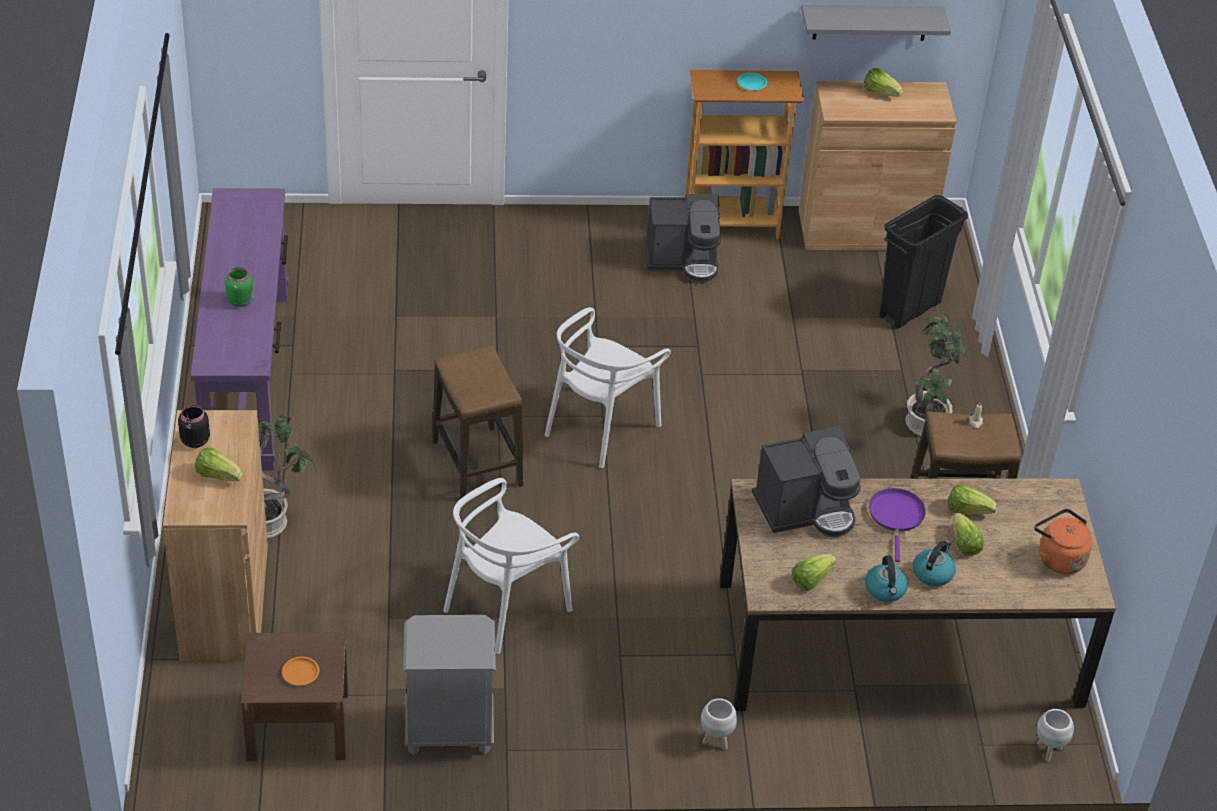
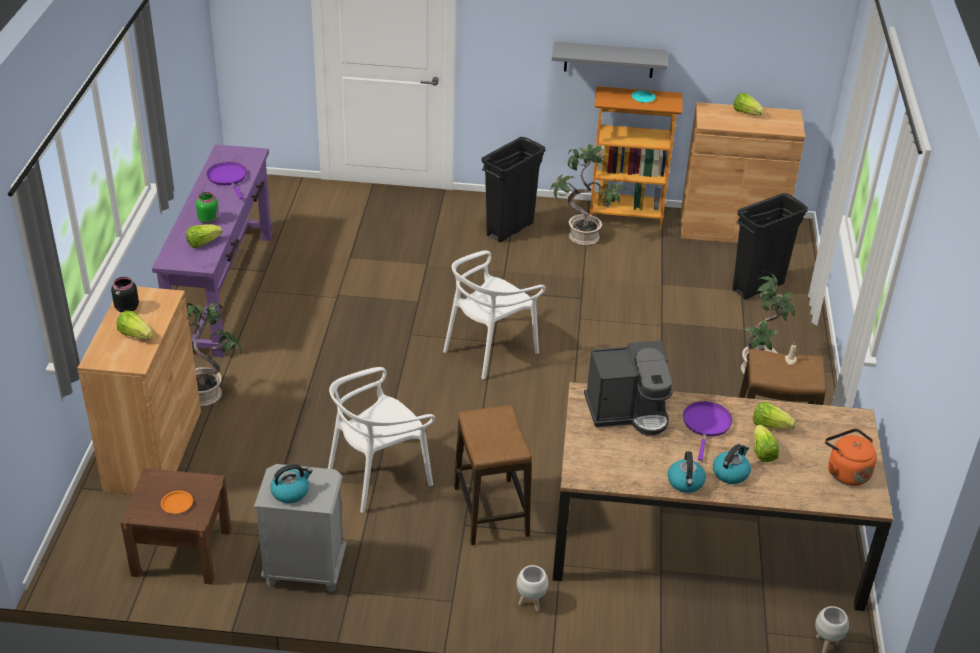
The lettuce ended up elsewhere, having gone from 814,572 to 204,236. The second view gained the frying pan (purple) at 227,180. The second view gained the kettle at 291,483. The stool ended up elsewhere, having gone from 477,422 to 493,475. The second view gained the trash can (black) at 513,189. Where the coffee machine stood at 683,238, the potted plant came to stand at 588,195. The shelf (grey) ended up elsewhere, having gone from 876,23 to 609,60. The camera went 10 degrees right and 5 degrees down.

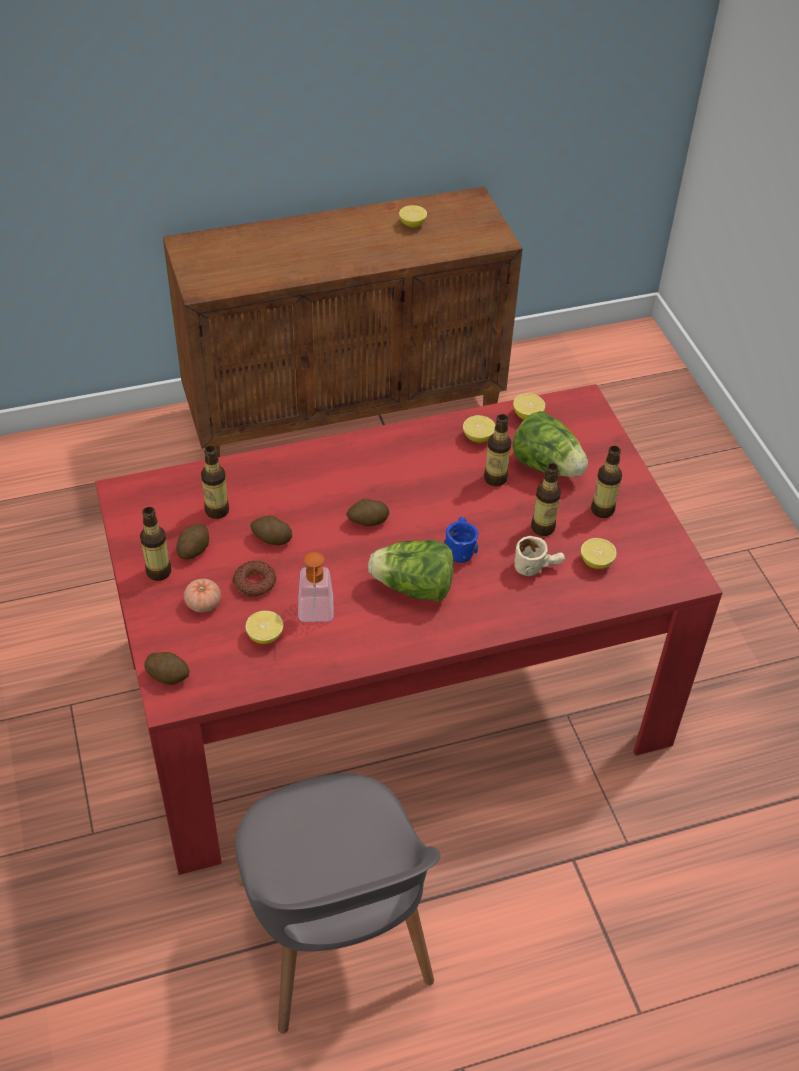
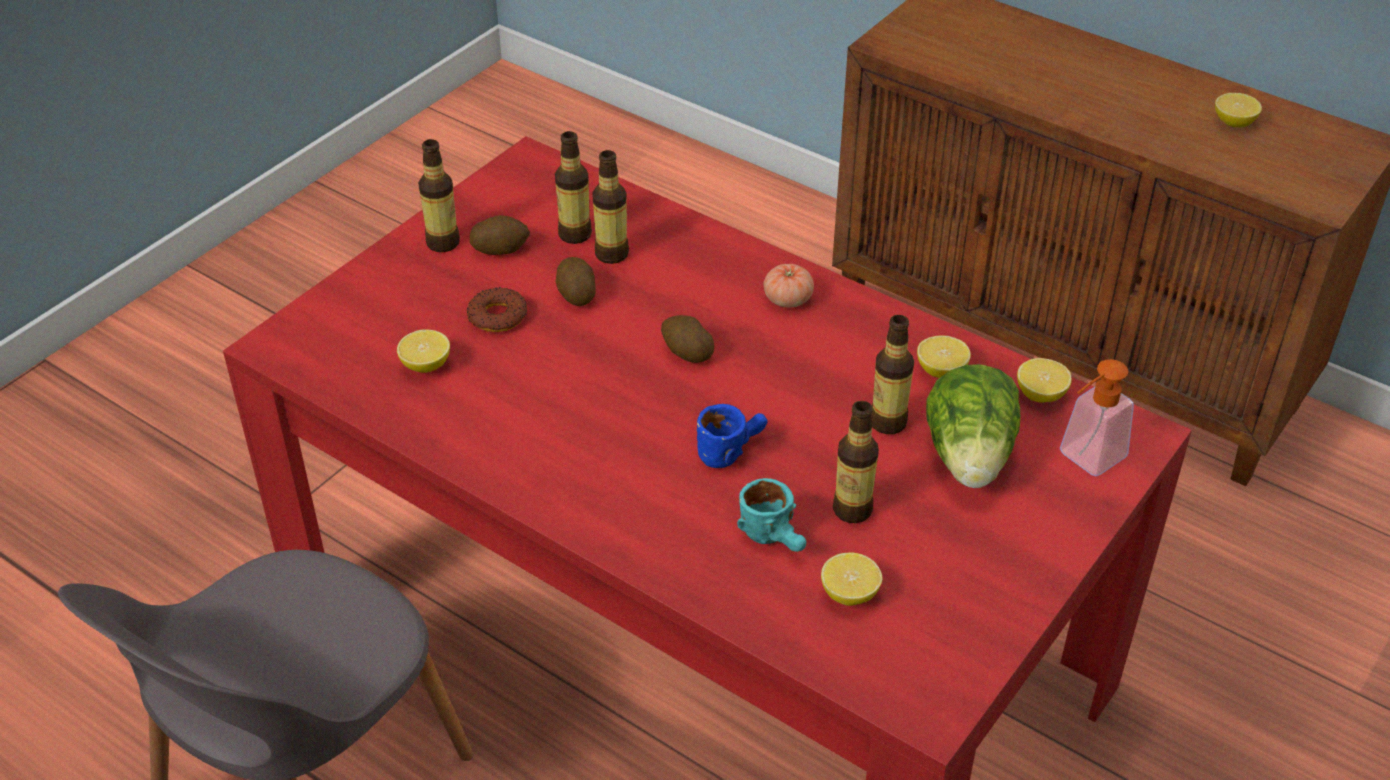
The bottle ended up elsewhere, having gone from 606,482 to 610,207. What was the mug (beige) at 539,556 turned into the mug (turquoise) at 771,515. The tomato ended up elsewhere, having gone from 202,595 to 788,286. The soap dispenser ended up elsewhere, having gone from 315,587 to 1097,417. The second view lost the potato at 167,668. The second view lost the lettuce at 411,571. The camera went 55 degrees right and 5 degrees down.

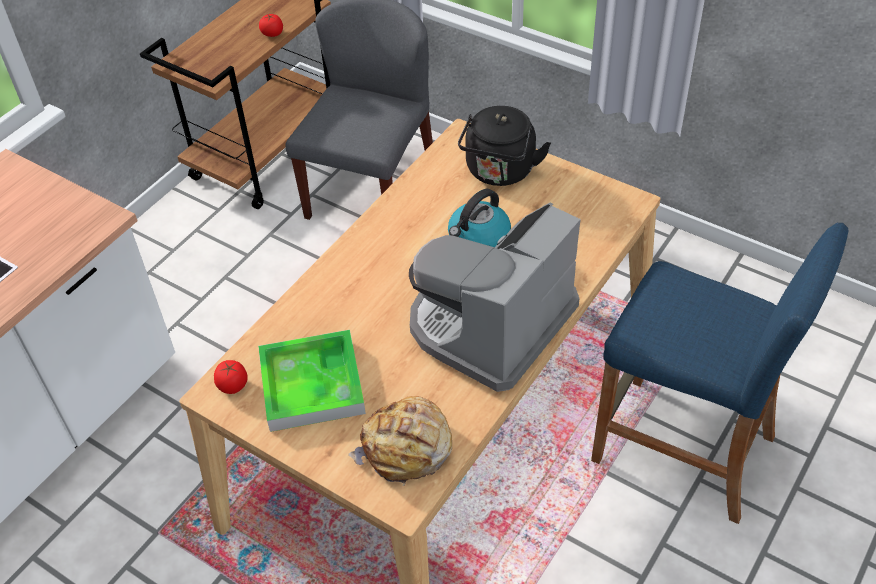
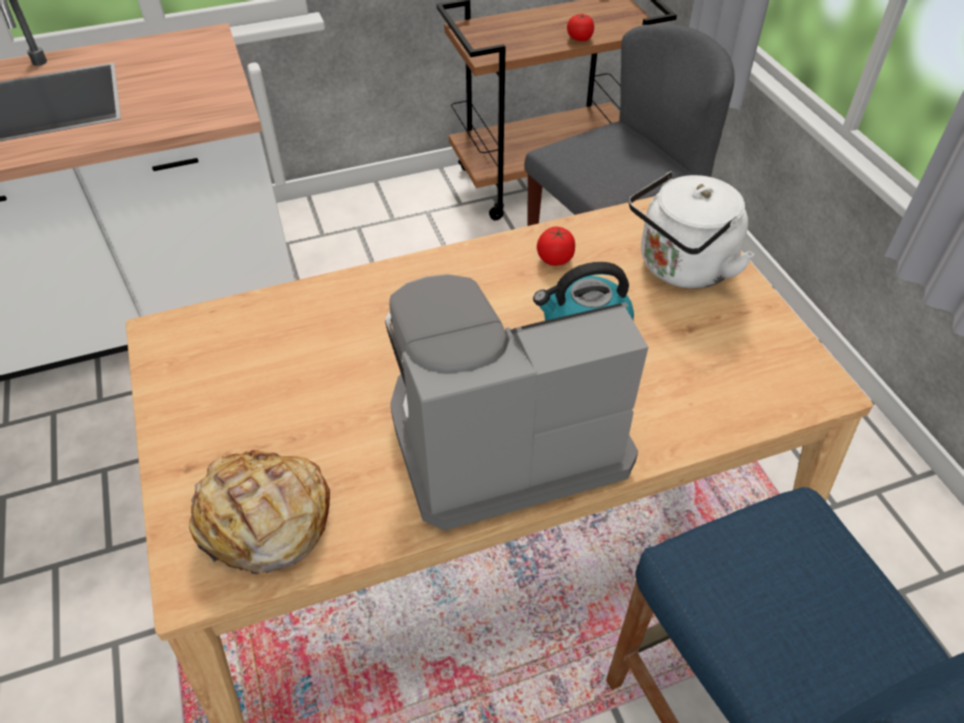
The tomato ended up elsewhere, having gone from 231,377 to 556,246. What was the kettle (black) at 504,146 turned into the kettle (white) at 691,230. The second view lost the tray at 312,381. The camera went 35 degrees right and 0 degrees up.

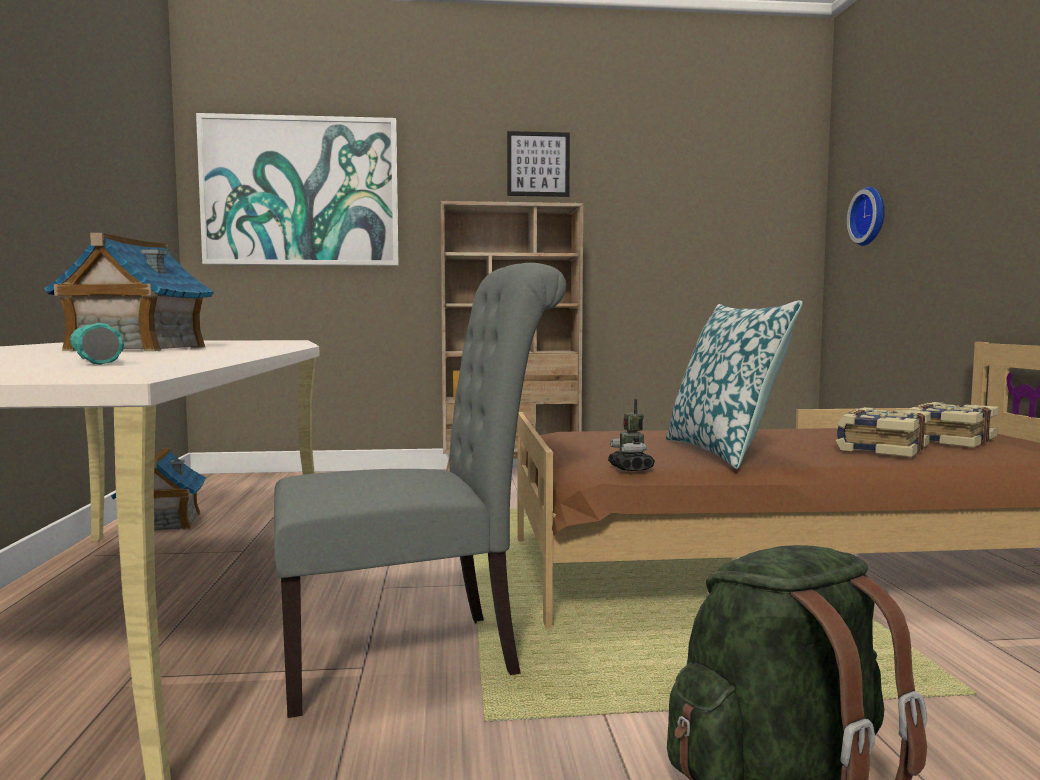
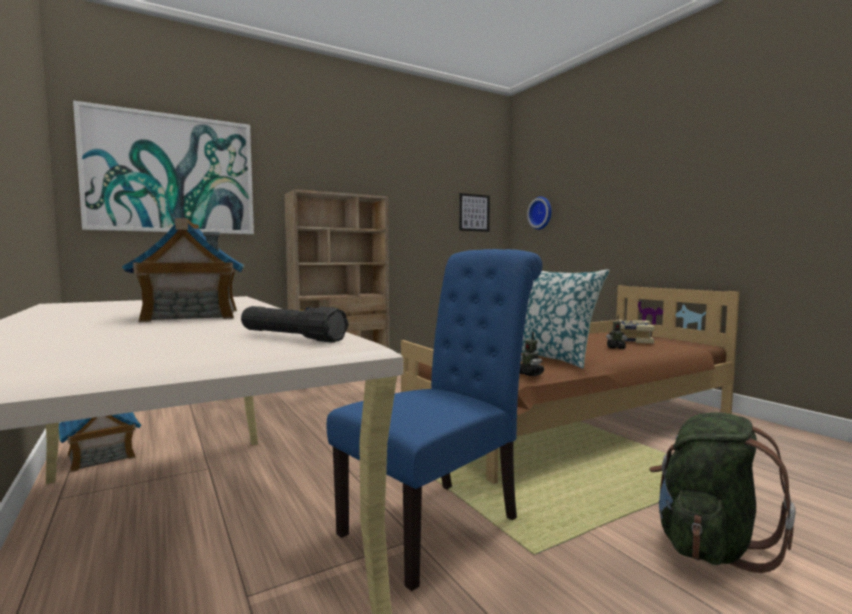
What was the flashlight (turquoise) at 97,344 turned into the flashlight (black) at 295,324. What was the chair (grey) at 420,490 turned into the chair (blue) at 435,420. The picture ended up elsewhere, having gone from 538,164 to 474,212. Where the book stood at 883,432, the toy robot came to stand at 617,332. The camera went 25 degrees left and 0 degrees up.

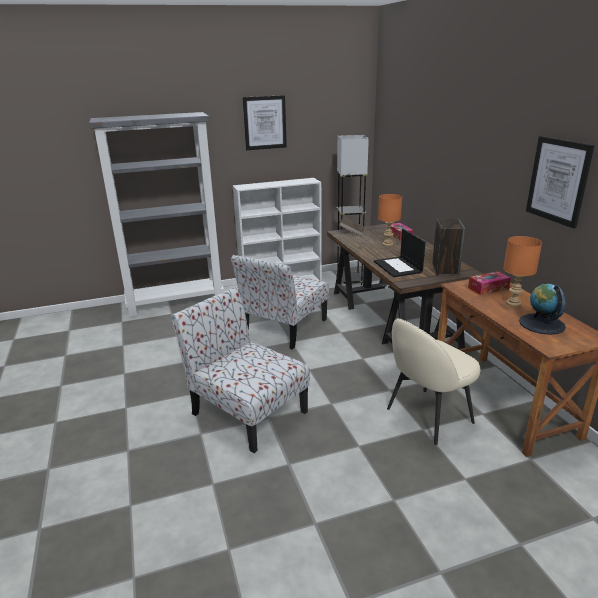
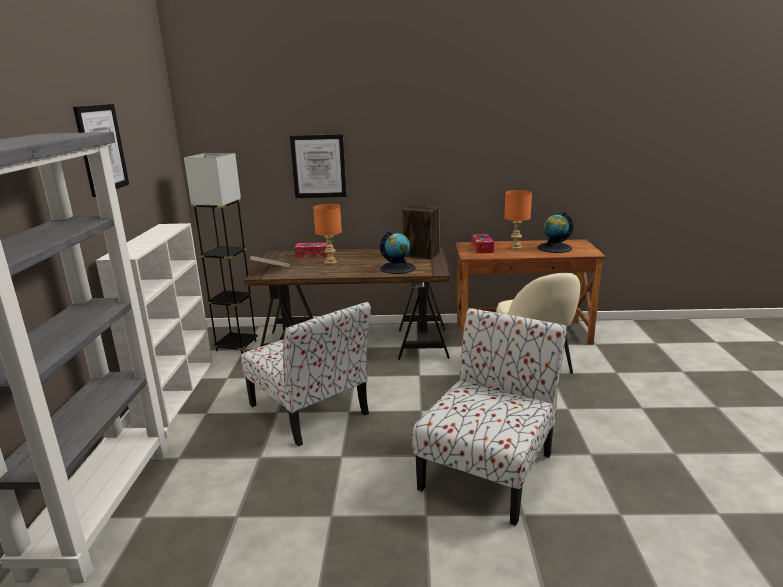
The picture ended up elsewhere, having gone from 560,182 to 318,166. Where the laptop stood at 400,253, the globe came to stand at 398,252. The chair at 241,370 ended up facing another way, 150 degrees clockwise from before. The camera went 70 degrees left and 5 degrees down.

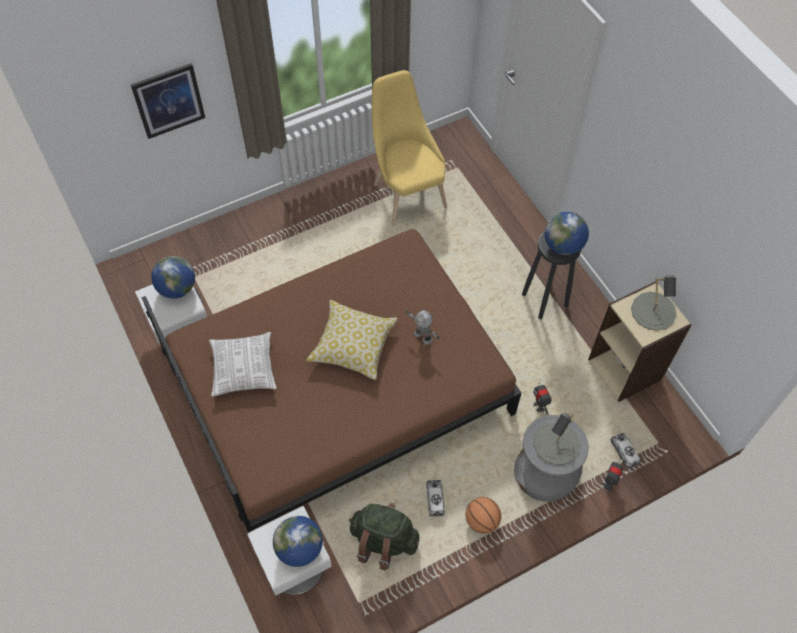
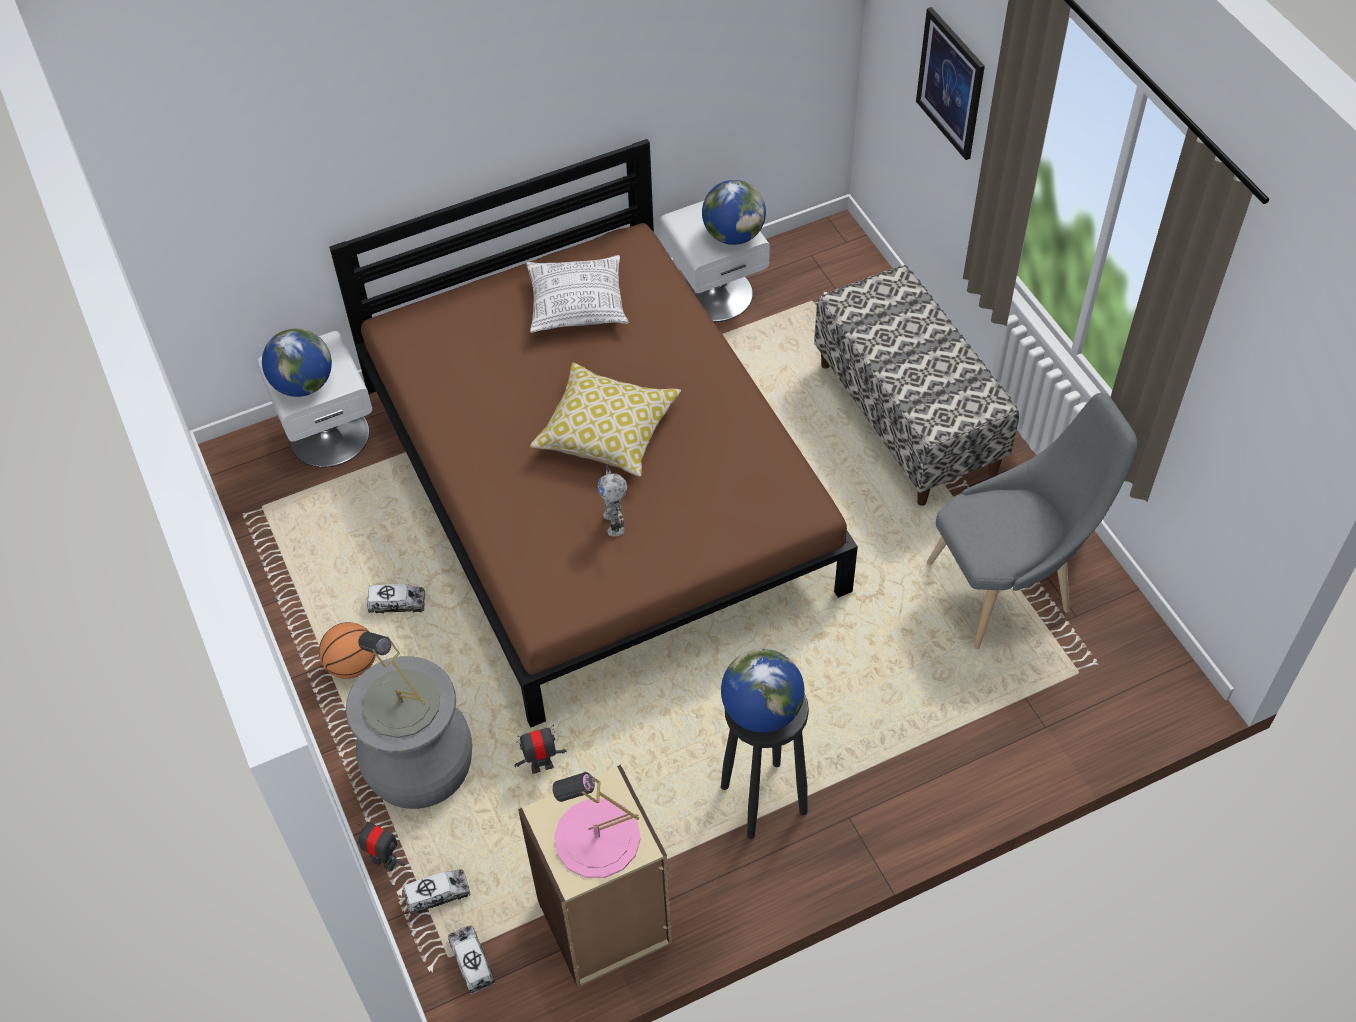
The second view gained the toy truck at 471,959. What was the table lamp (grey) at 654,303 turned into the table lamp (pink) at 596,824. The toy robot at 423,327 ended up facing another way, 120 degrees clockwise from before. The second view gained the bench at 916,385. What was the chair (yellow) at 409,148 turned into the chair (grey) at 1032,521. The second view lost the backpack (green) at 384,536. The camera went 95 degrees right and 5 degrees down.

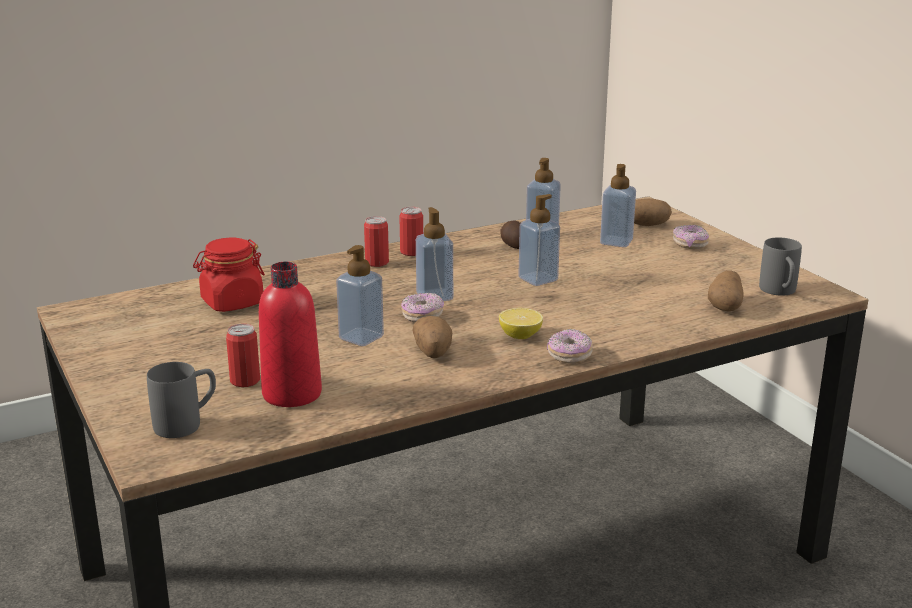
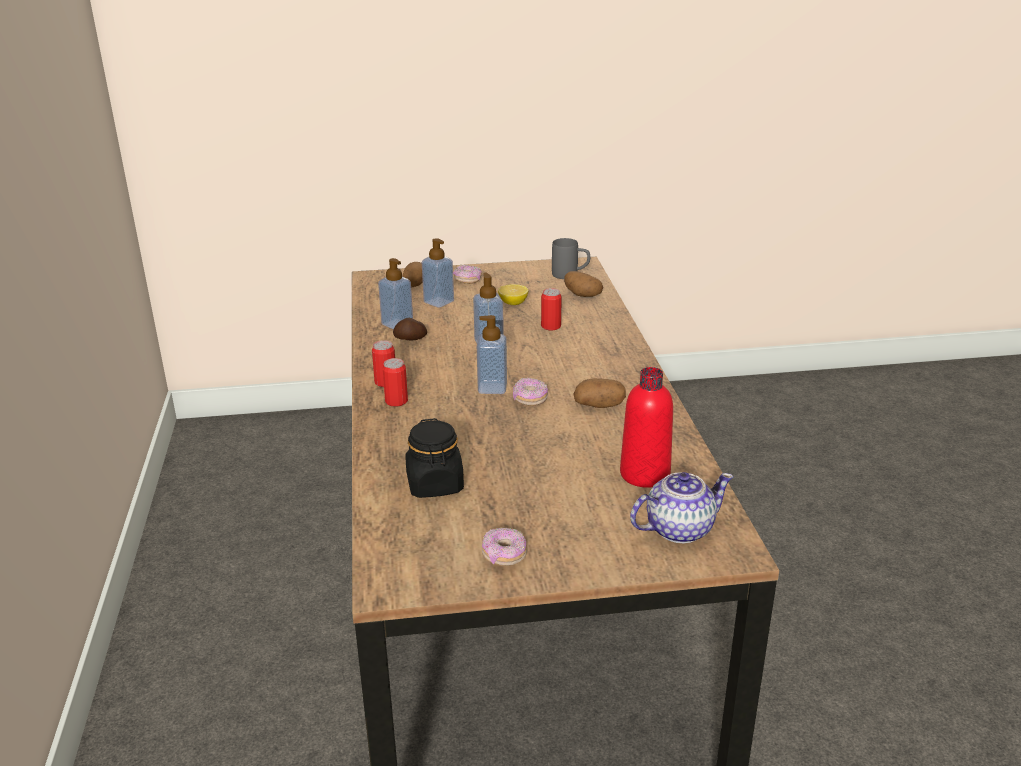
What was the jar (red) at 229,275 turned into the jar (black) at 434,458. The donut ended up elsewhere, having gone from 570,346 to 504,547. The lemon ended up elsewhere, having gone from 521,323 to 513,294. The can ended up elsewhere, having gone from 243,355 to 551,309. Where the mug (grey) stood at 181,400, the teapot came to stand at 681,507. The second view lost the soap dispenser at 360,295. The camera went 70 degrees left and 5 degrees up.

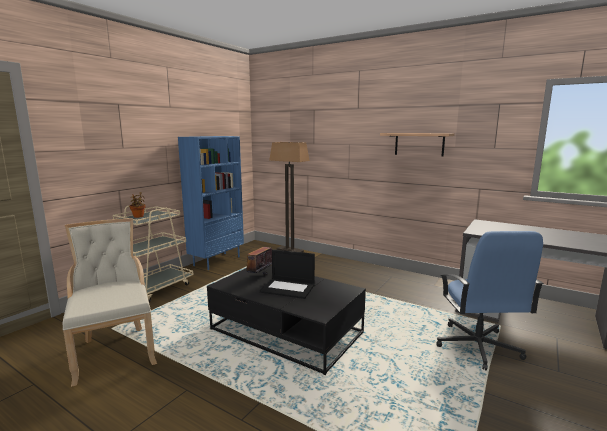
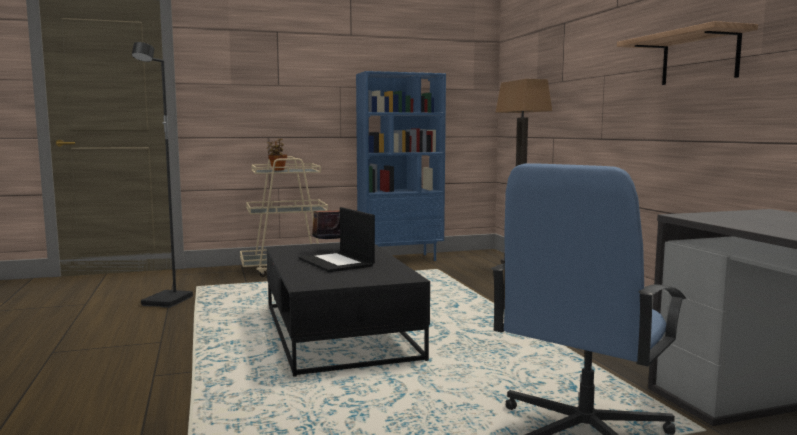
Where the chair (beige) stood at 110,302, the floor lamp (black) came to stand at 162,175. The camera went 40 degrees right and 5 degrees down.

